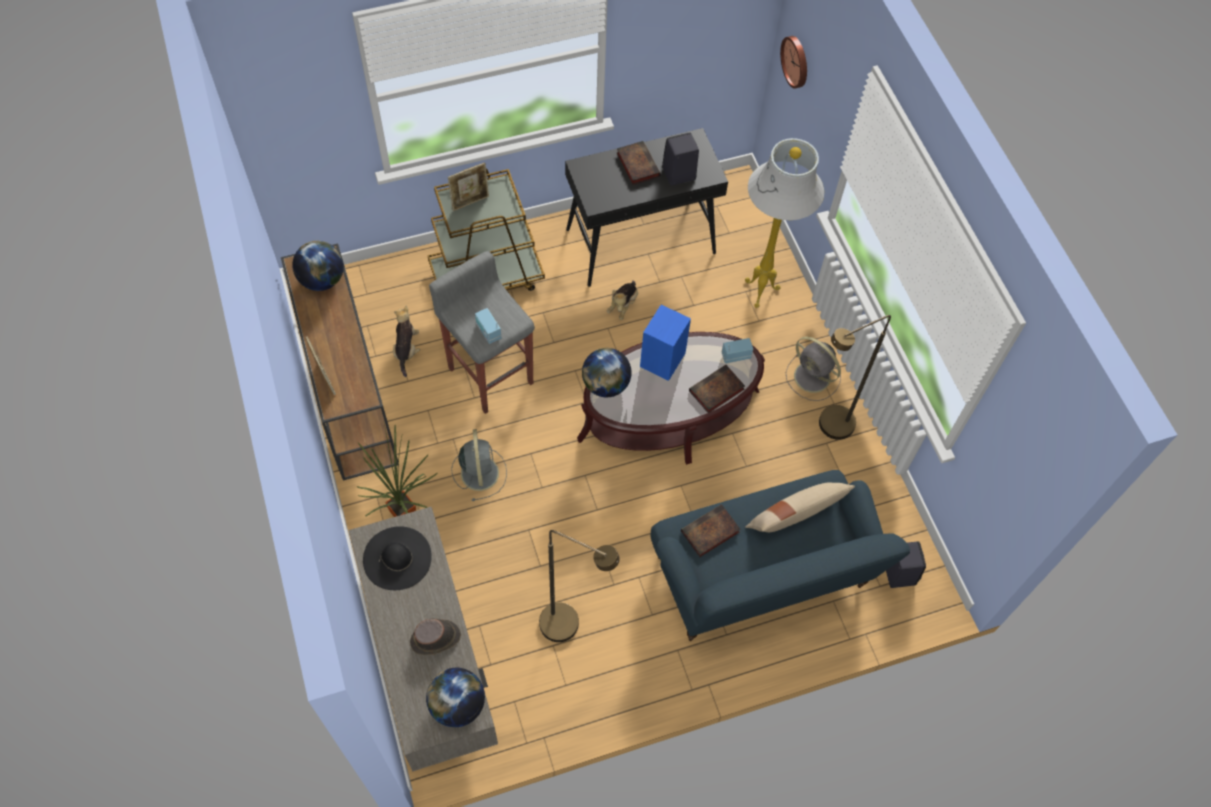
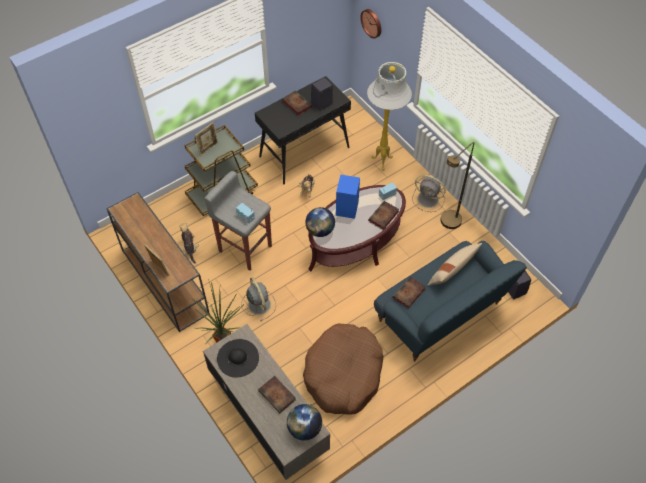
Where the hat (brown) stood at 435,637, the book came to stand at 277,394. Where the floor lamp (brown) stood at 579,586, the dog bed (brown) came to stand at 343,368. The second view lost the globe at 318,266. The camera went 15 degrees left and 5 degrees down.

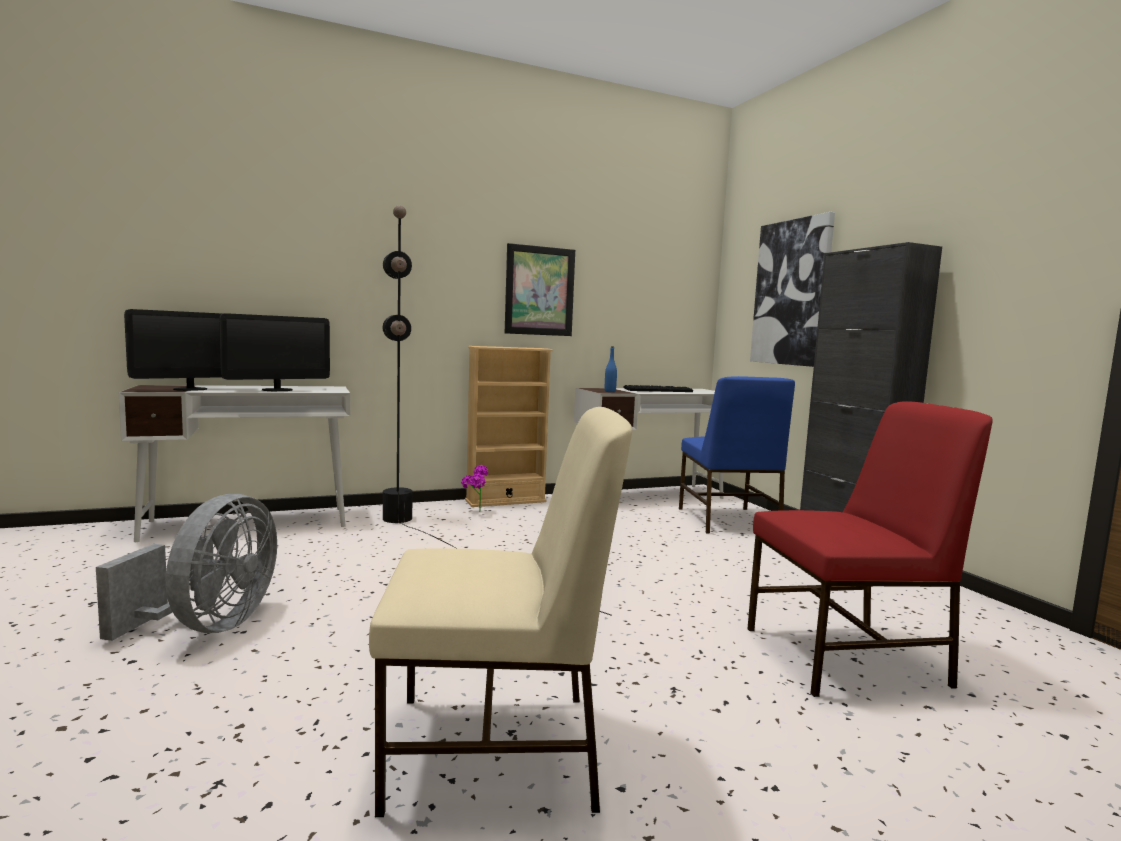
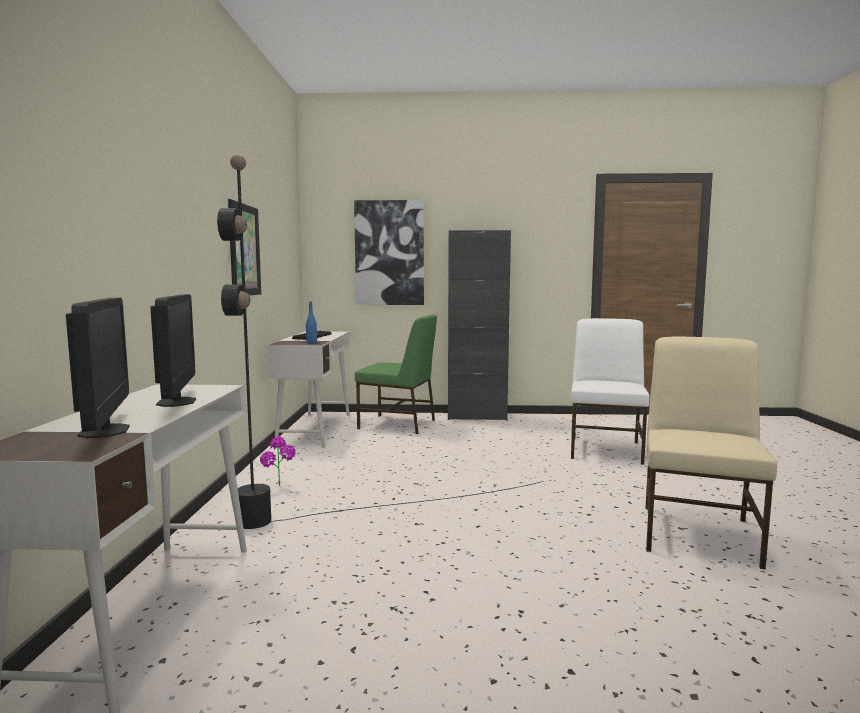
What was the chair (blue) at 737,454 turned into the chair (green) at 396,374. What was the chair (red) at 870,549 turned into the chair (white) at 610,391. The second view lost the fan (grey) at 186,567. The second view lost the bookcase (beige) at 509,426. The camera went 65 degrees left and 0 degrees up.

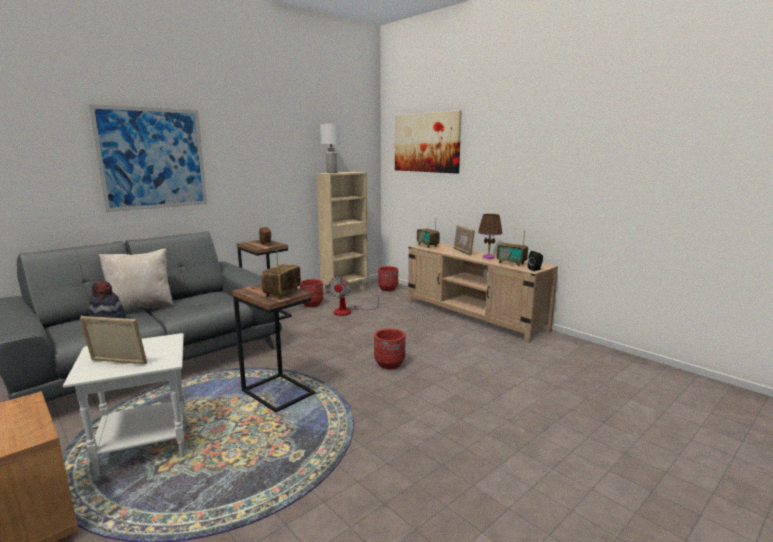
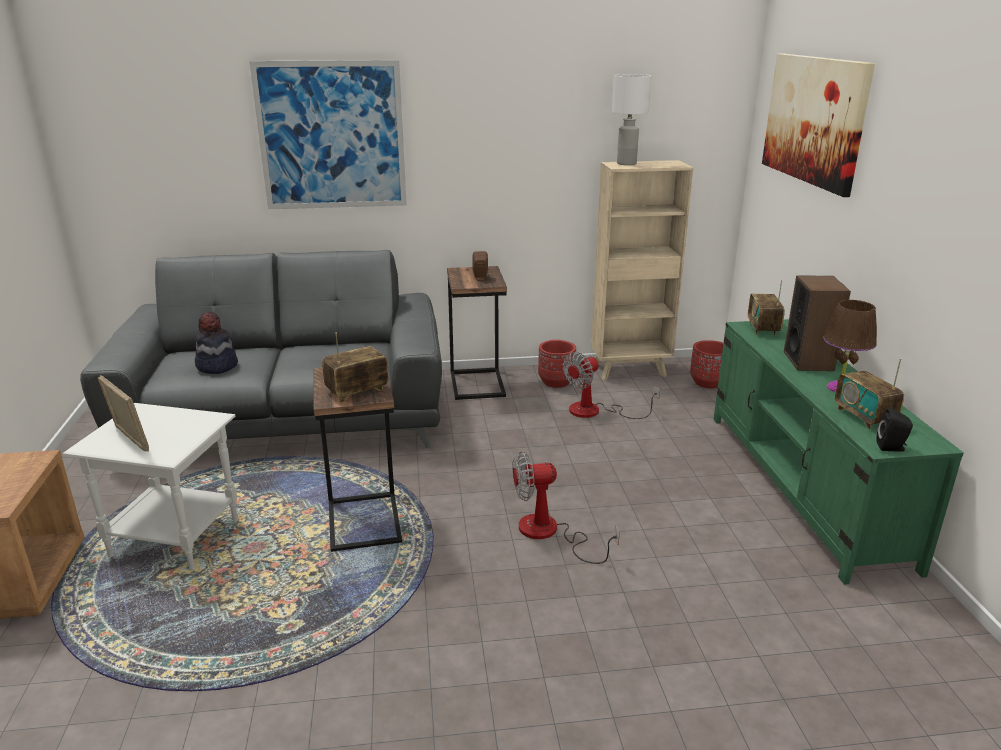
Where the planter (red) stood at 389,348, the fan came to stand at 566,507. What was the tv stand (beige) at 483,293 turned into the tv stand (green) at 838,452. Where the picture frame stood at 464,240, the speaker came to stand at 817,323. The second view lost the pillow (beige) at 136,280. The camera went 35 degrees right and 10 degrees up.

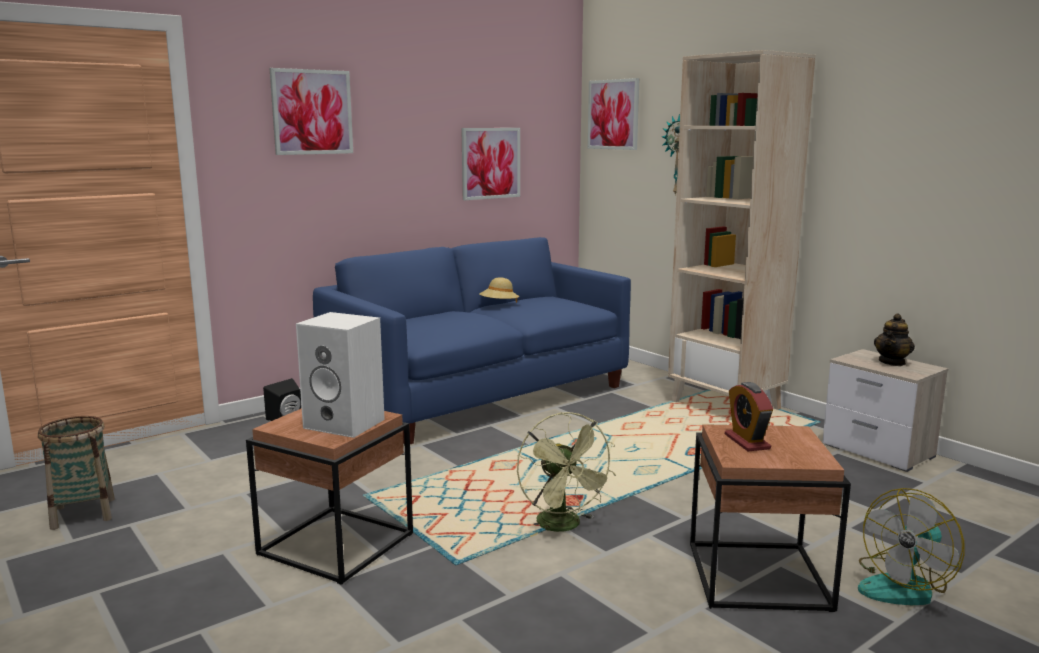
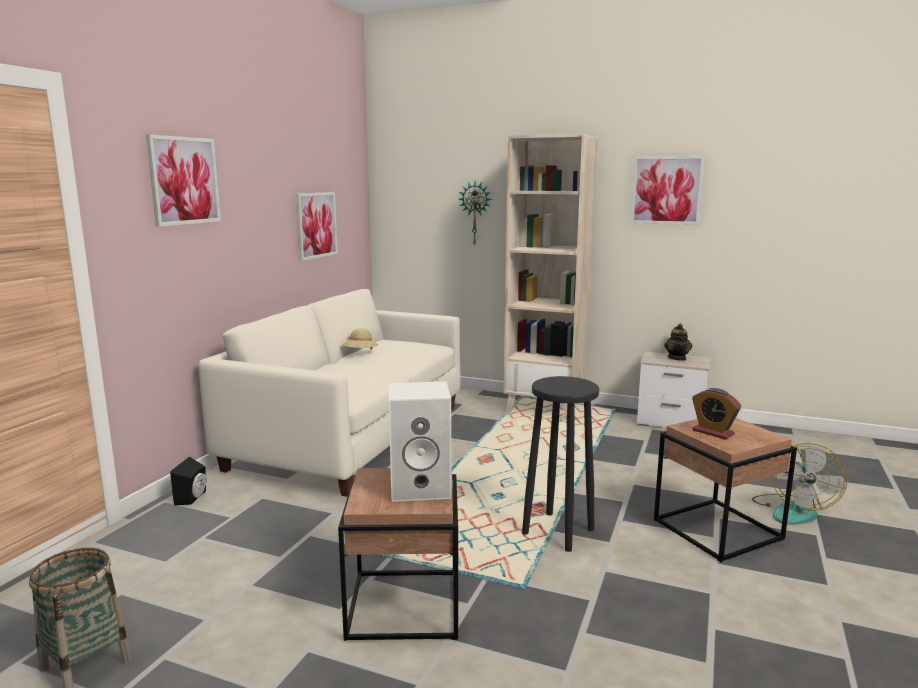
What was the sofa (blue) at 472,340 turned into the sofa (white) at 330,393. Where the fan (green) stood at 566,474, the stool (black) came to stand at 560,464. The picture ended up elsewhere, having gone from 614,114 to 667,190. The camera went 30 degrees left and 0 degrees up.

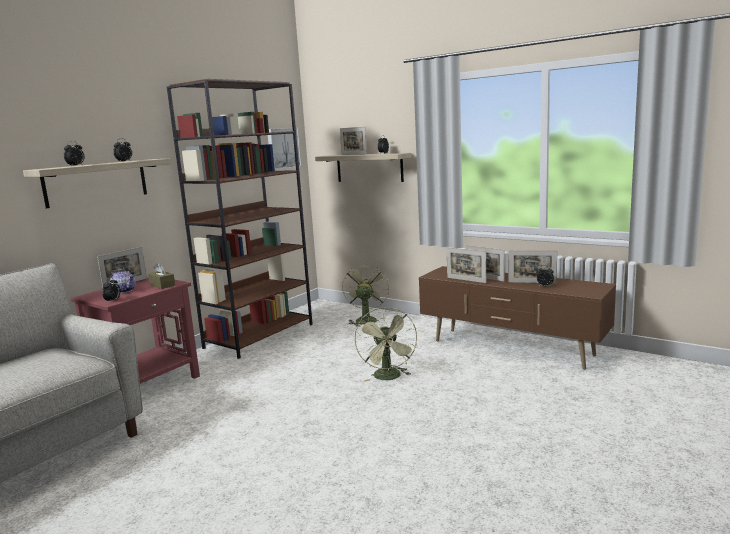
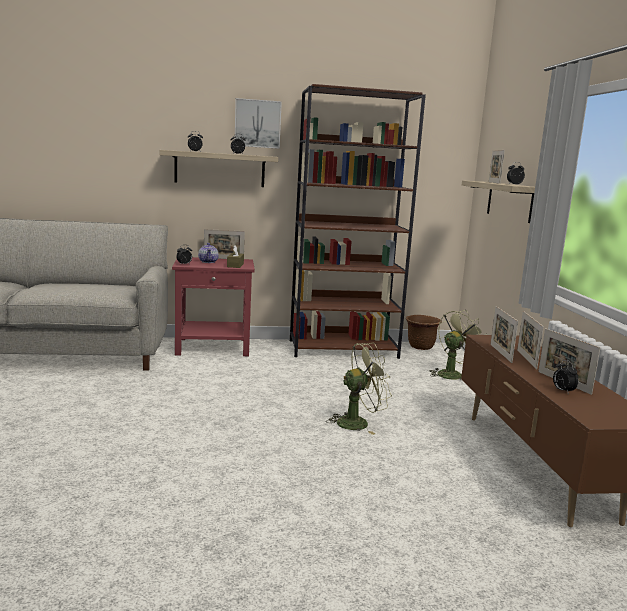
The picture ended up elsewhere, having gone from 284,149 to 258,123. The fan (green) at 385,344 ended up facing another way, 150 degrees counterclockwise from before. The second view gained the planter (brown) at 424,332. The camera went 45 degrees right and 0 degrees up.

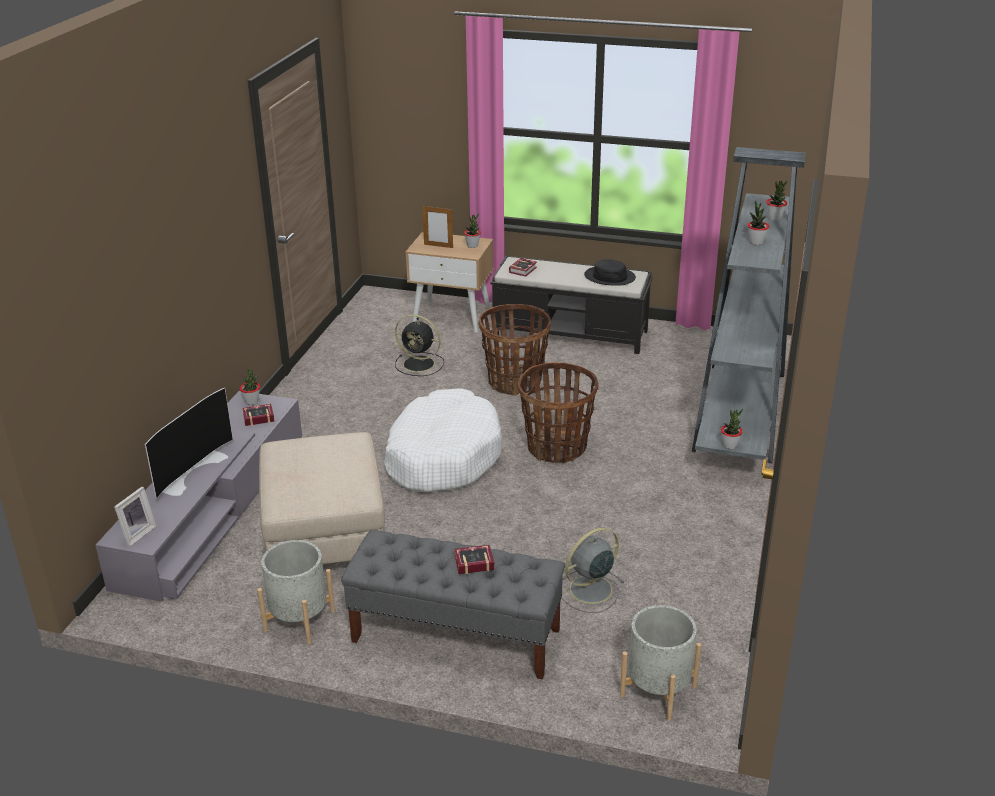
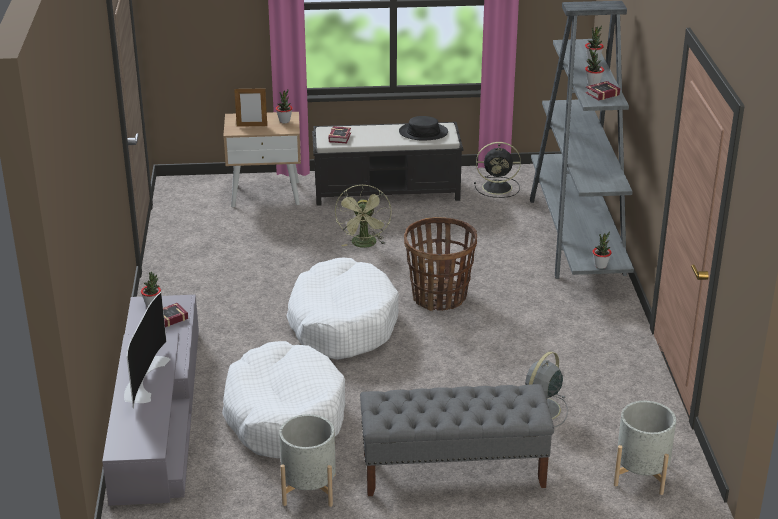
Where the ottoman (beige) stood at 322,498, the dog bed (white) came to stand at 283,400. Where the basket stood at 514,350, the fan (green) came to stand at 363,216. The fan (black) ended up elsewhere, having gone from 419,345 to 497,170. The book ended up elsewhere, having gone from 474,559 to 602,91. The second view lost the picture frame at 135,517. The camera went 20 degrees left and 0 degrees up.

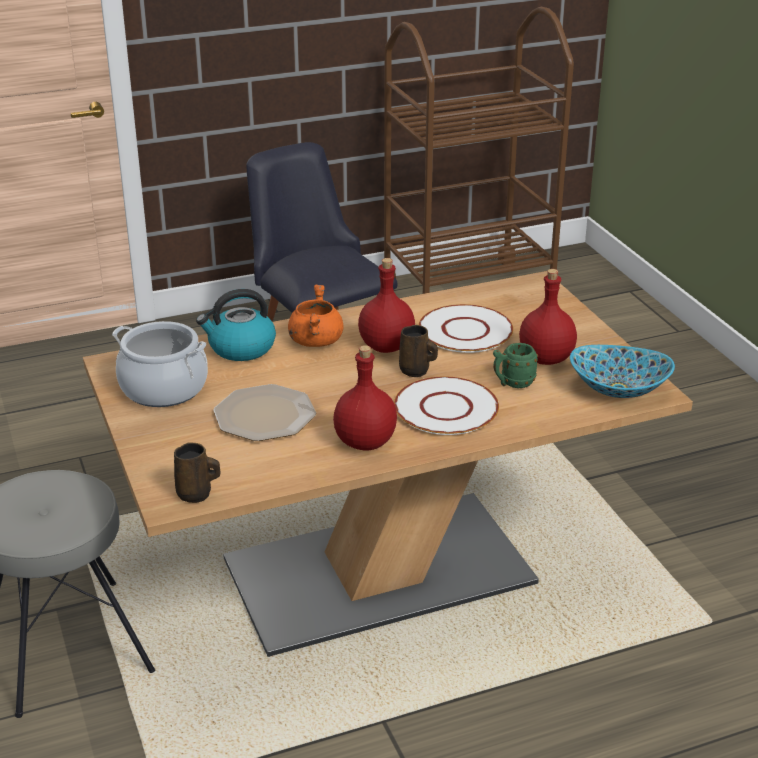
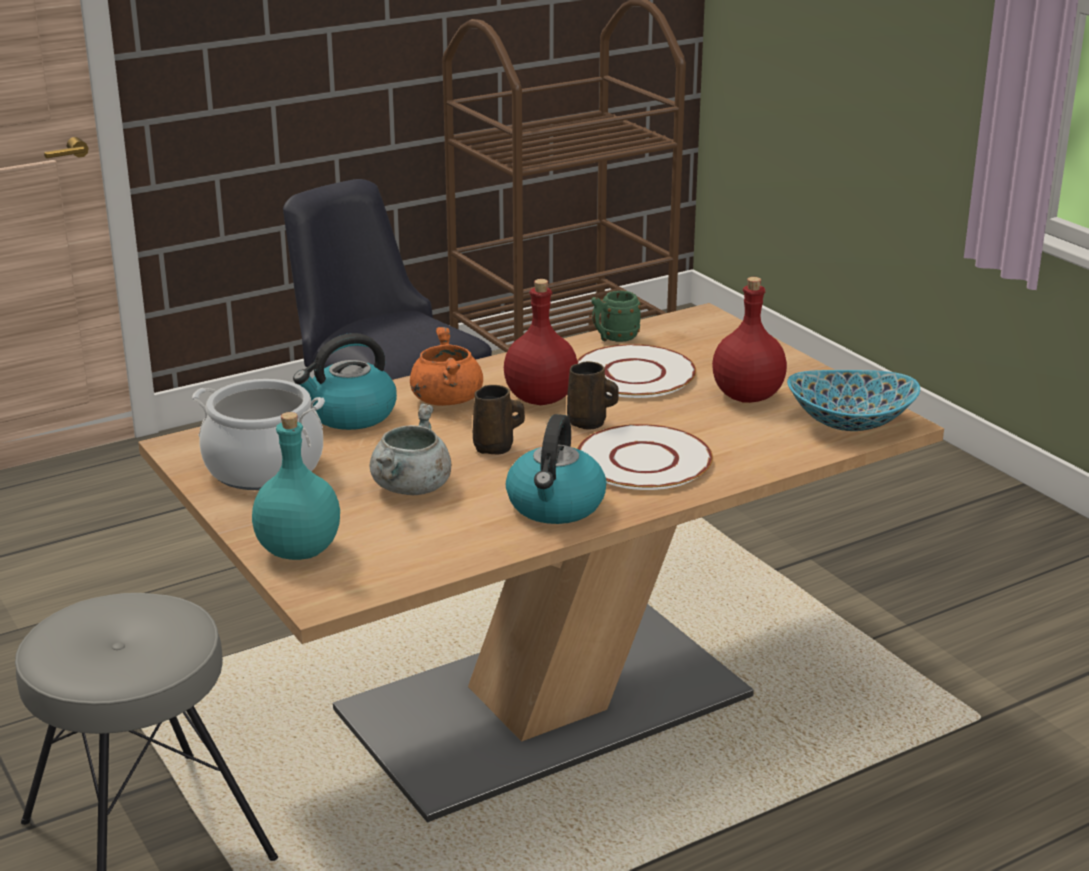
The second view gained the bottle (turquoise) at 296,486. Where the plate stood at 264,412, the cooking pot (grey) came to stand at 410,449. The mug (brown) ended up elsewhere, having gone from 197,472 to 499,420. Where the bottle (red) stood at 365,397, the kettle came to stand at 556,469. The mug (green) ended up elsewhere, having gone from 515,365 to 616,316. The camera went 10 degrees left and 5 degrees down.

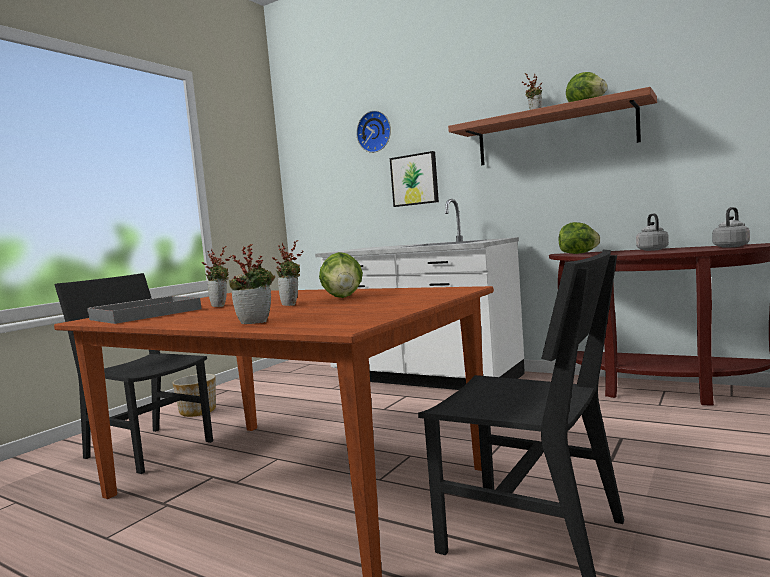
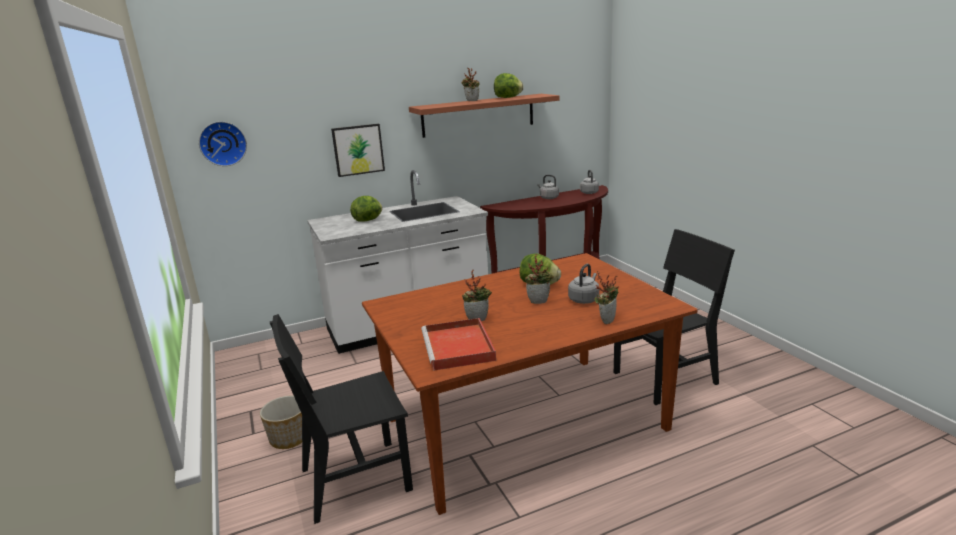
The wall clock ended up elsewhere, having gone from 373,131 to 223,143. The lettuce ended up elsewhere, having gone from 579,238 to 366,209. What was the tray (grey) at 144,310 turned into the tray (red) at 458,344. The second view gained the kettle (grey) at 583,284. The camera went 55 degrees left and 15 degrees up.

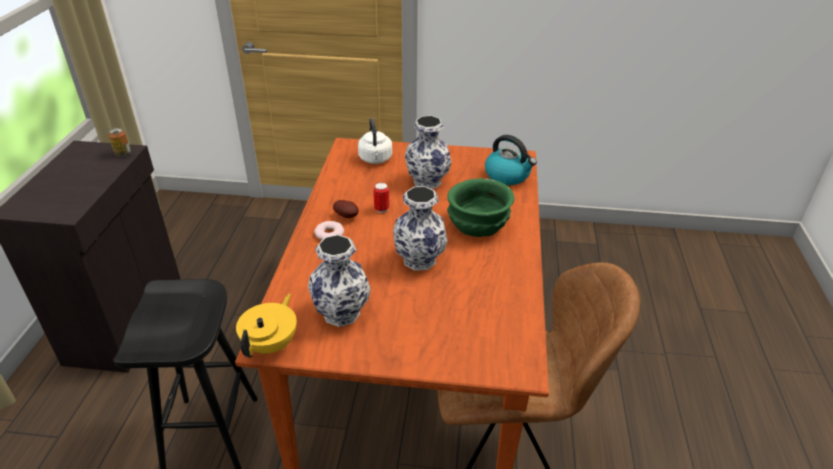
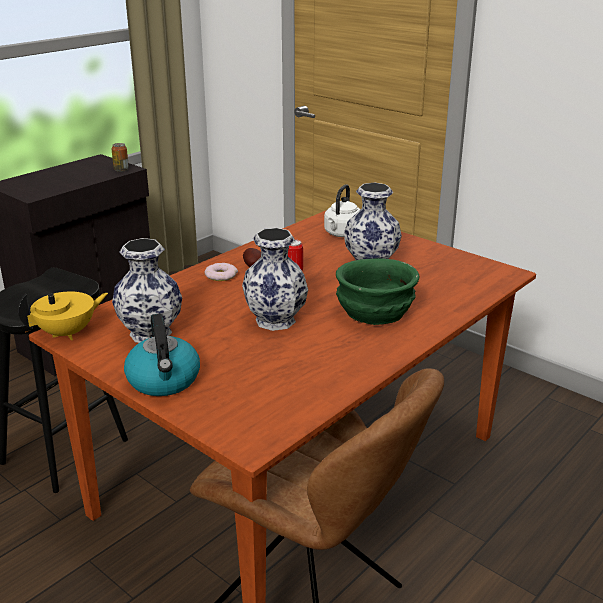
The kettle ended up elsewhere, having gone from 511,160 to 162,354. The camera went 35 degrees right and 10 degrees down.

